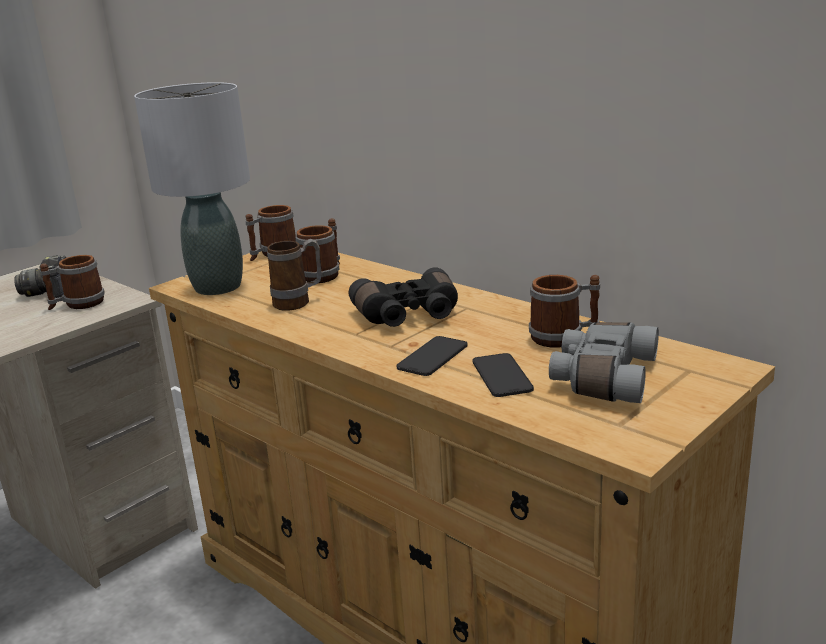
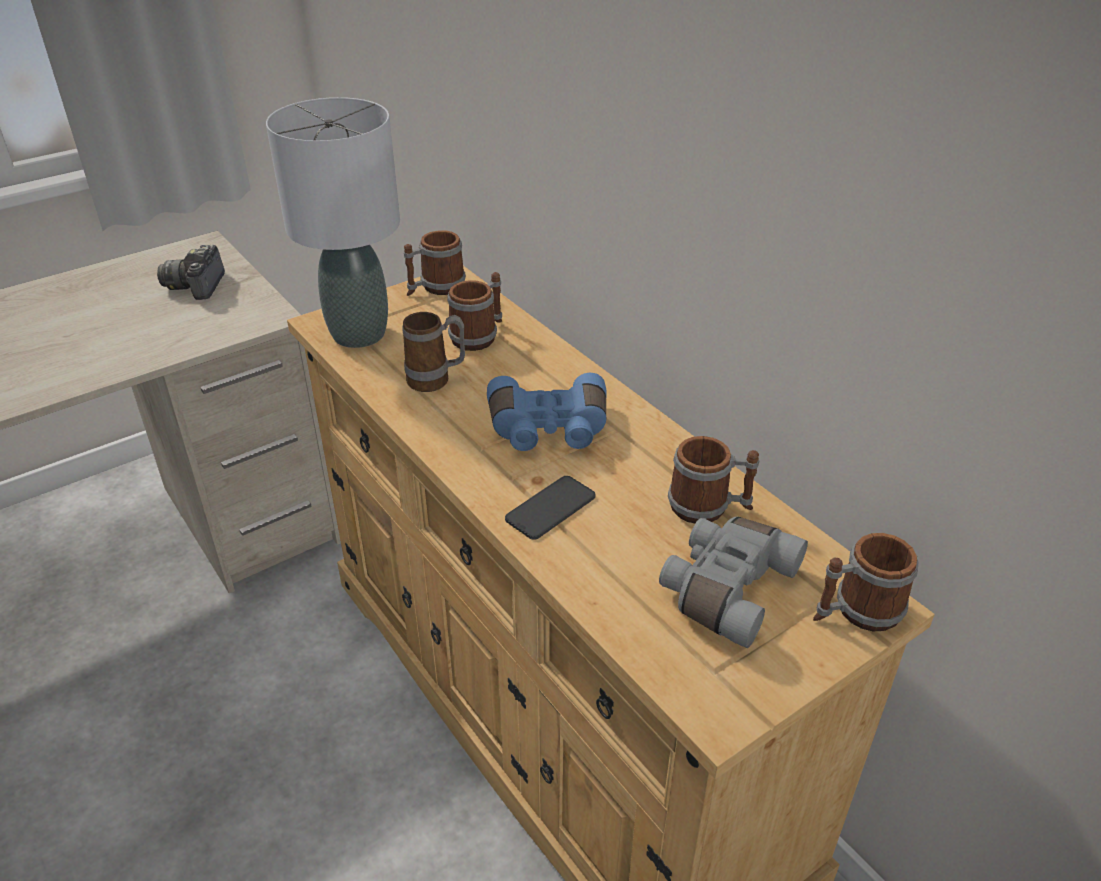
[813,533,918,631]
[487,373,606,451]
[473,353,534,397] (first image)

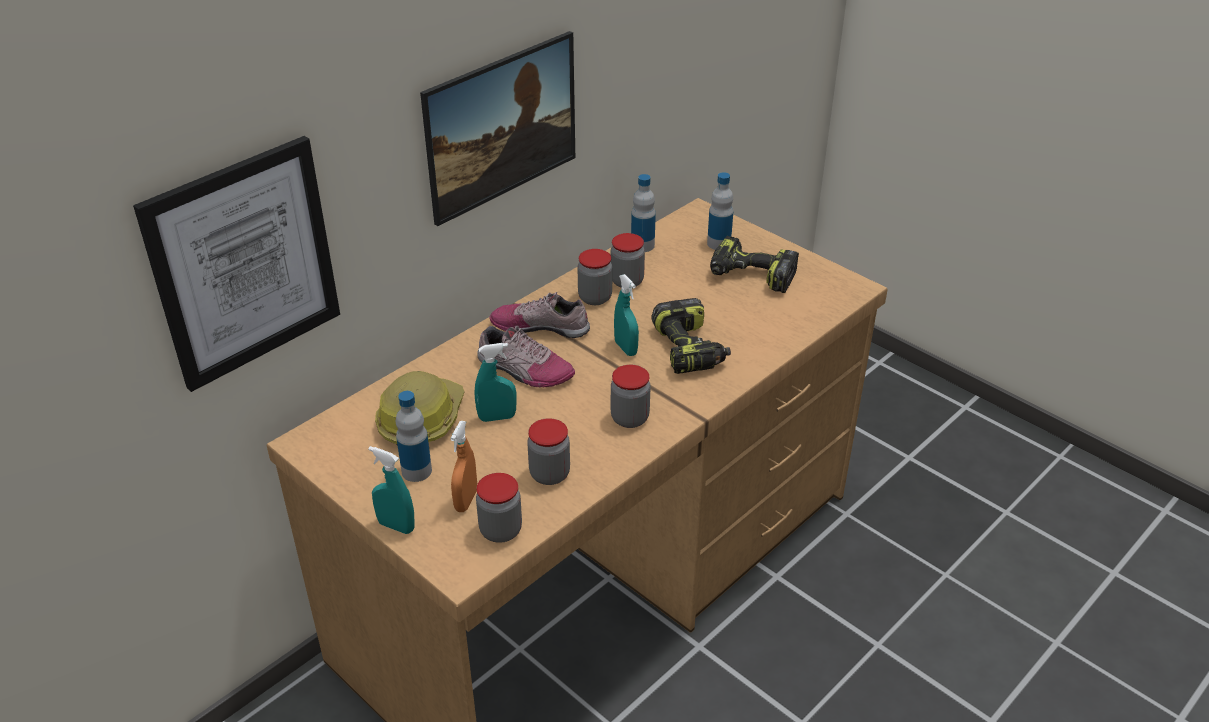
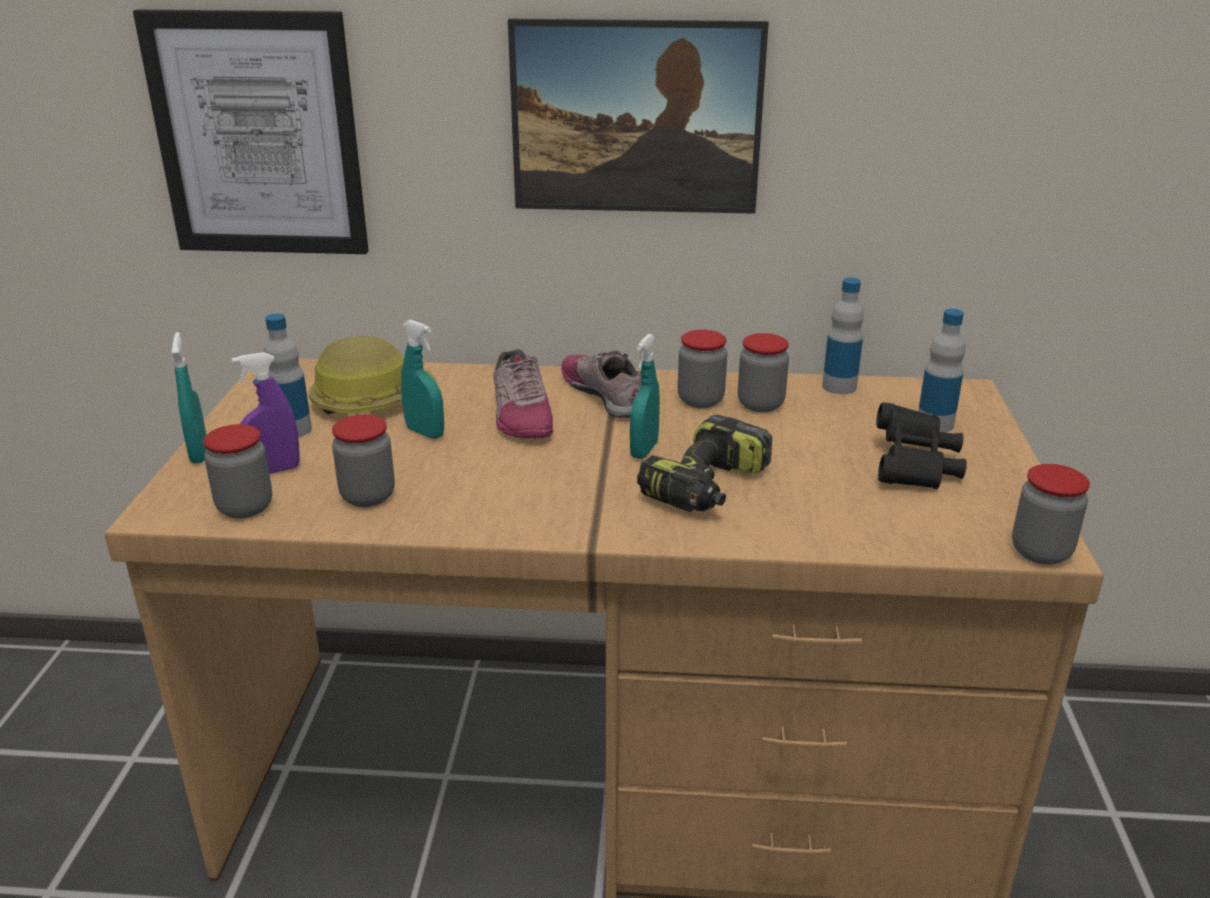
[876,402,967,489]
[1012,464,1090,565]
[232,352,300,474]

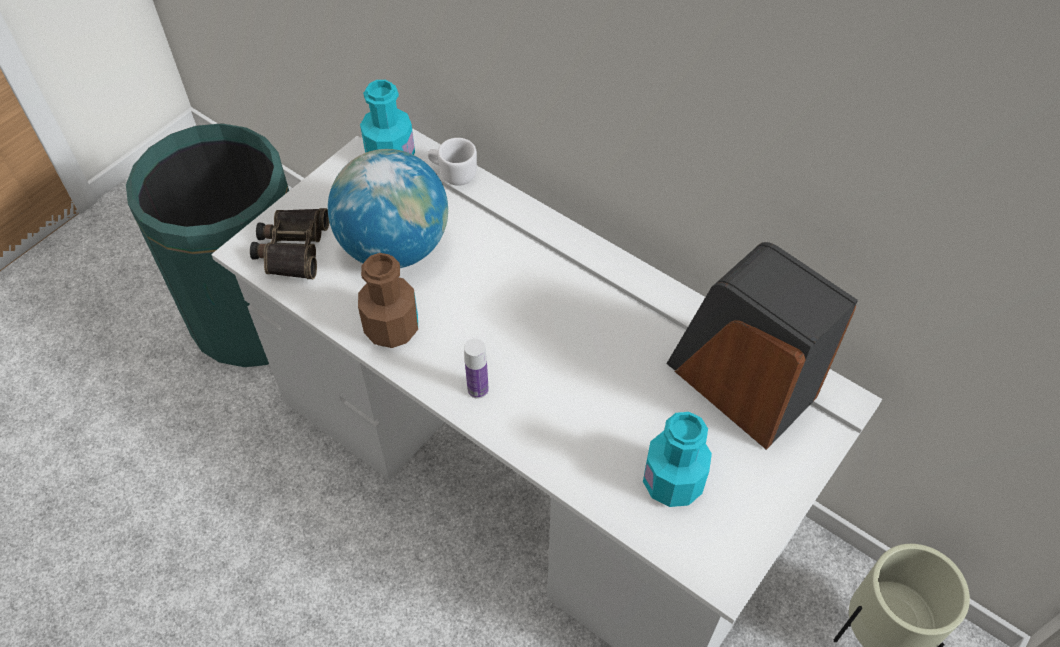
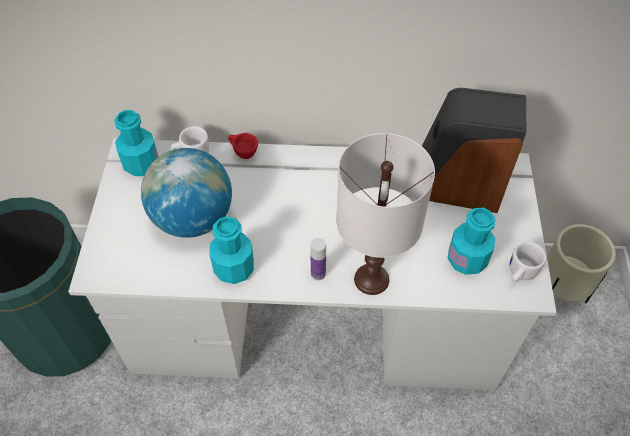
[250,208,329,279] (first image)
[210,216,254,284]
[228,133,258,159]
[336,133,435,295]
[509,242,546,282]

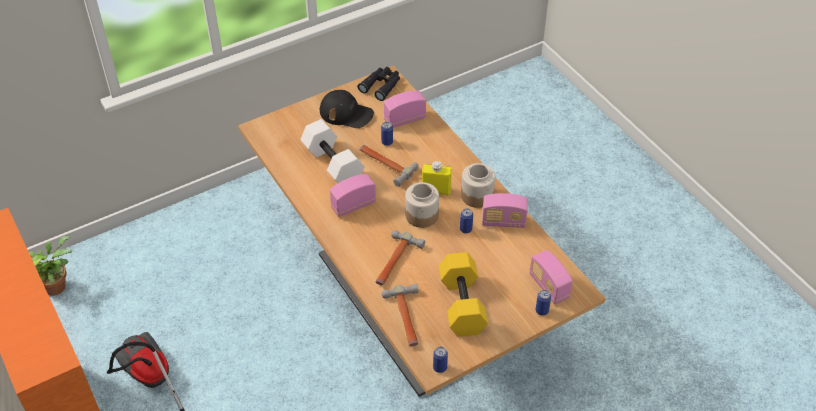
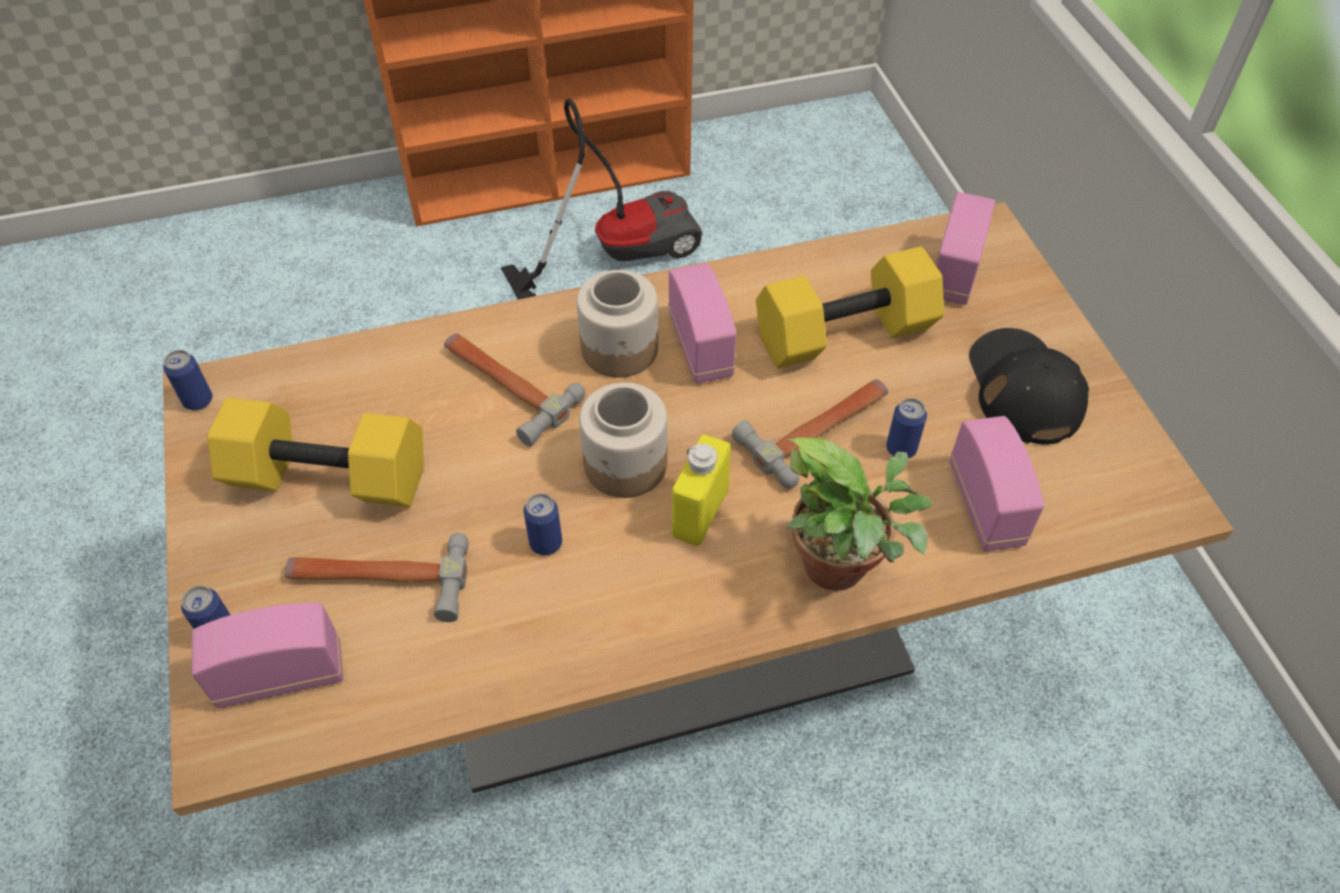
[358,67,400,101] (first image)
[969,328,1089,445]
[756,246,944,368]
[577,270,658,378]
[936,192,995,305]
[786,437,933,591]
[285,533,469,622]

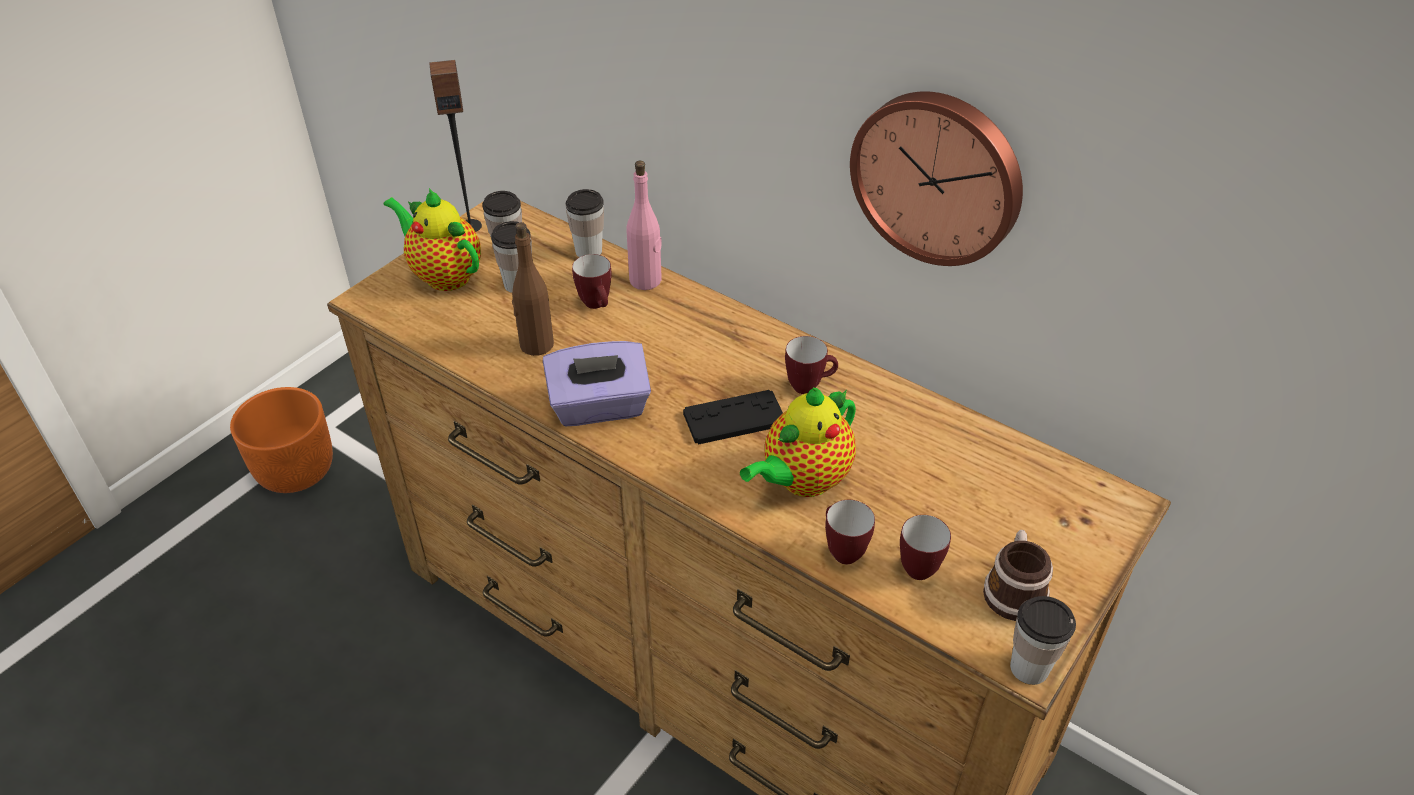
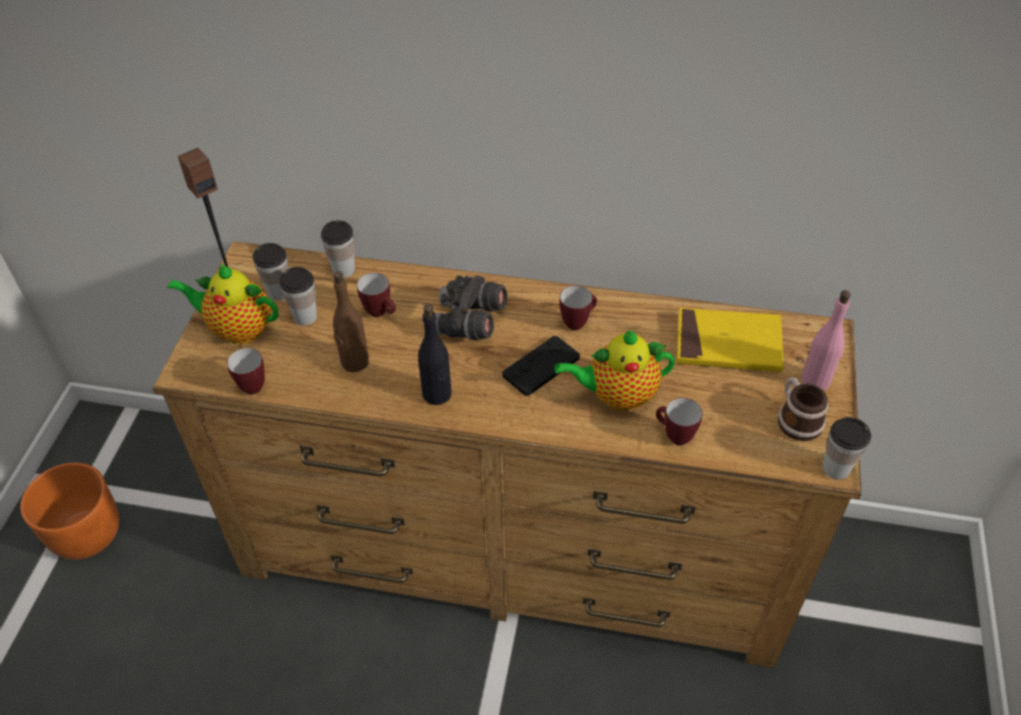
[850,91,1023,266] (first image)
[801,290,851,391]
[418,304,451,405]
[554,330,675,411]
[227,348,265,394]
[435,275,508,340]
[677,308,783,372]

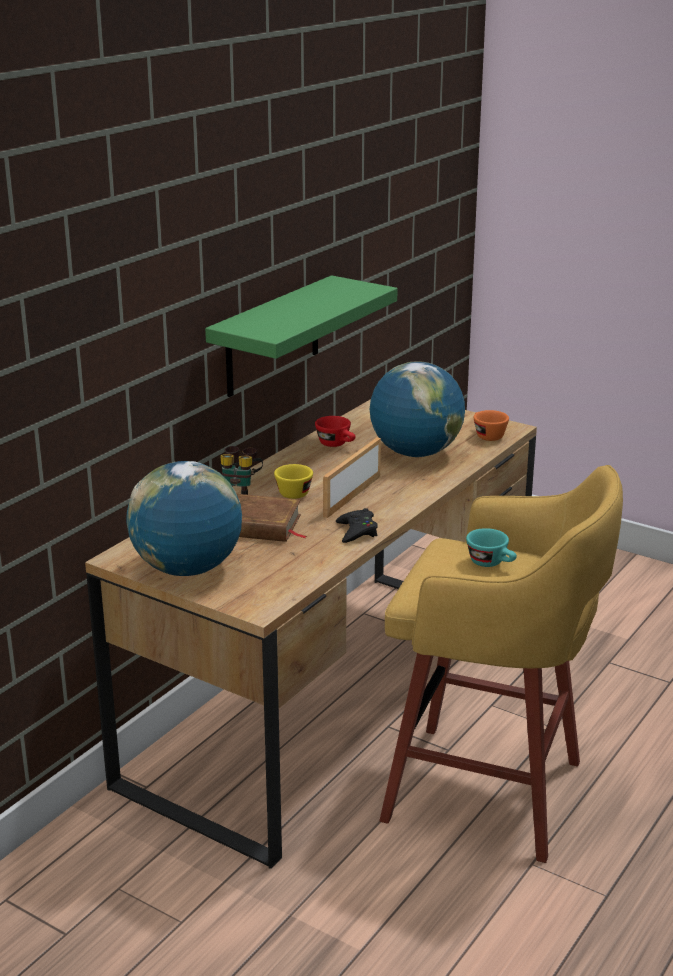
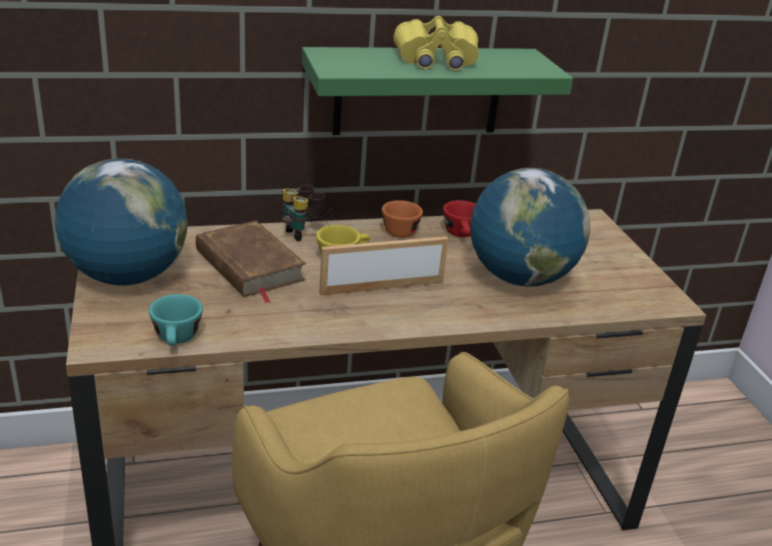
[382,200,423,238]
[336,508,378,543] (first image)
[149,294,203,346]
[393,16,479,71]

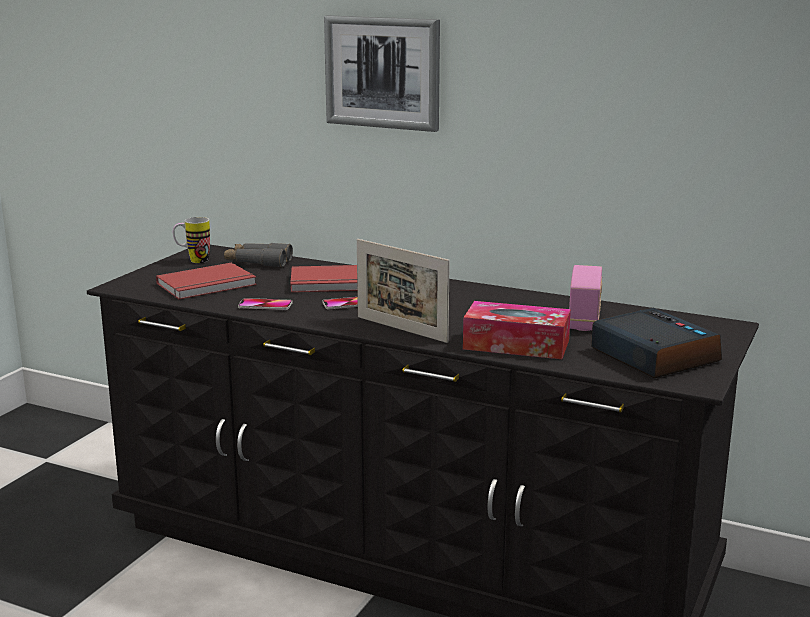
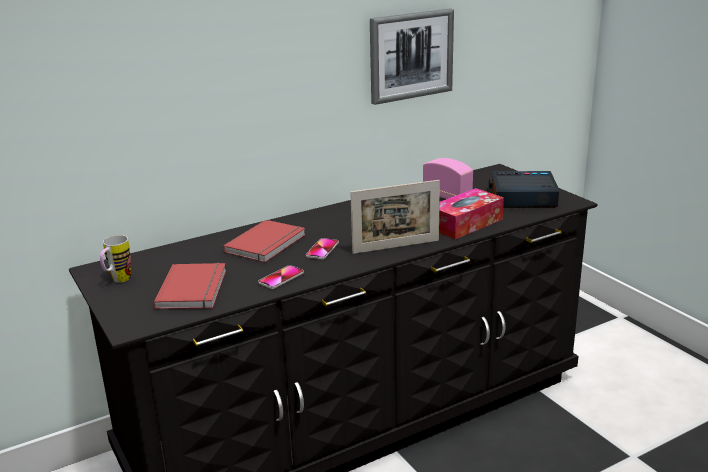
[370,9,454,105]
[224,243,293,267] (first image)

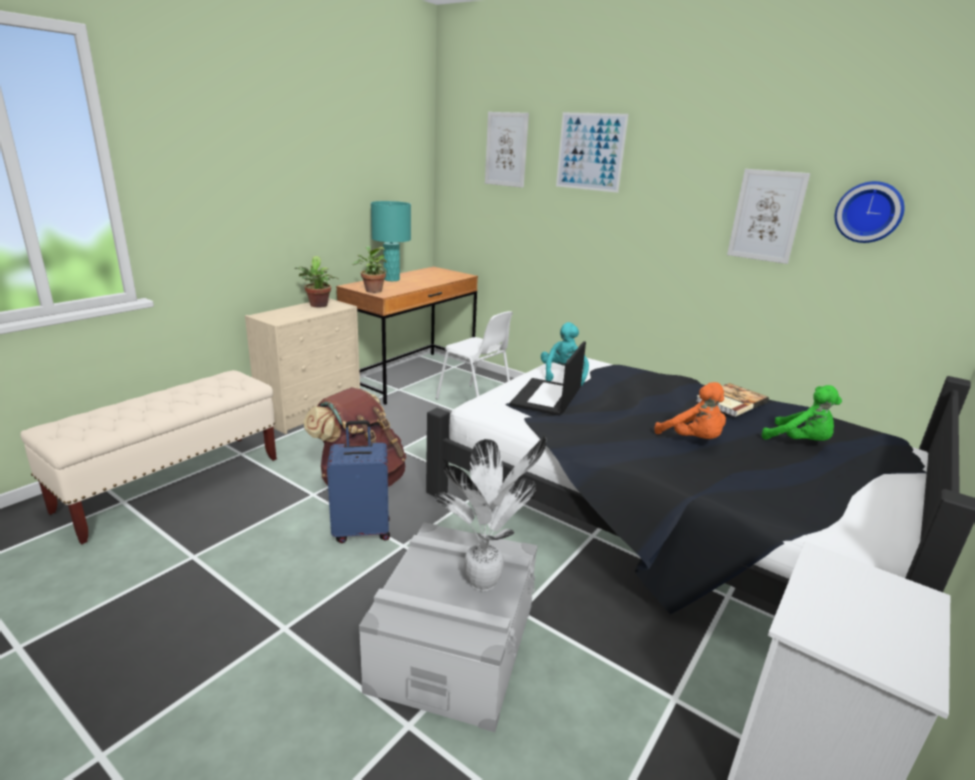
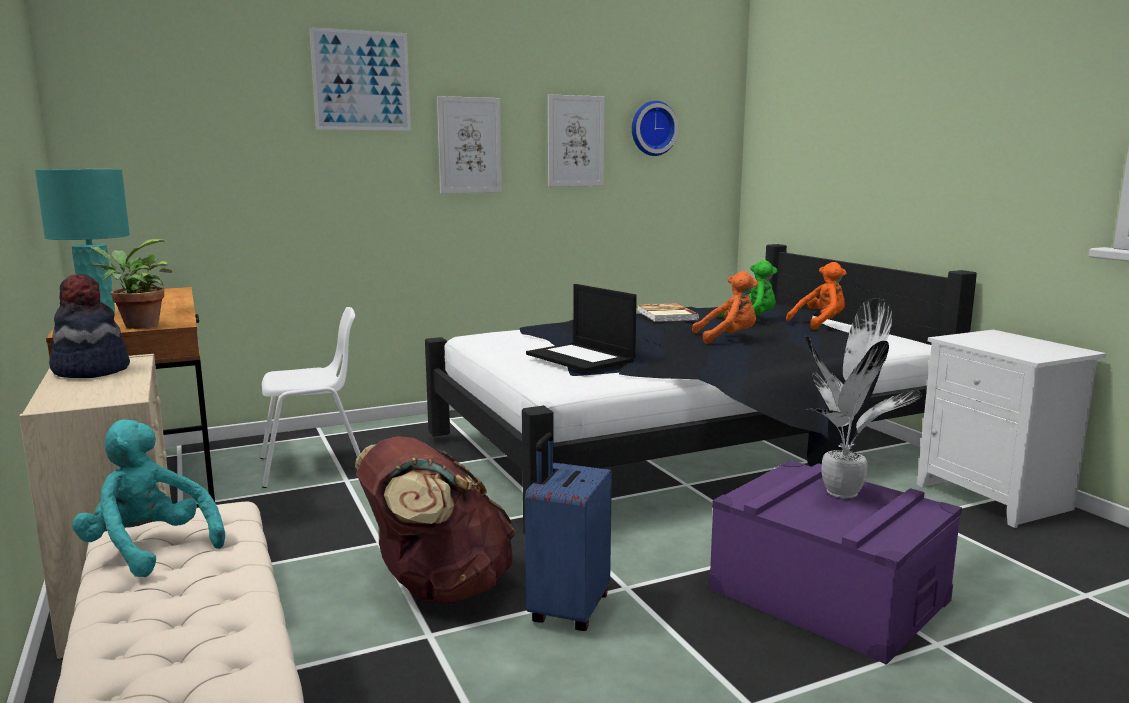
[437,96,502,194]
[49,274,130,378]
[72,419,225,577]
[709,460,962,665]
[786,262,846,330]

